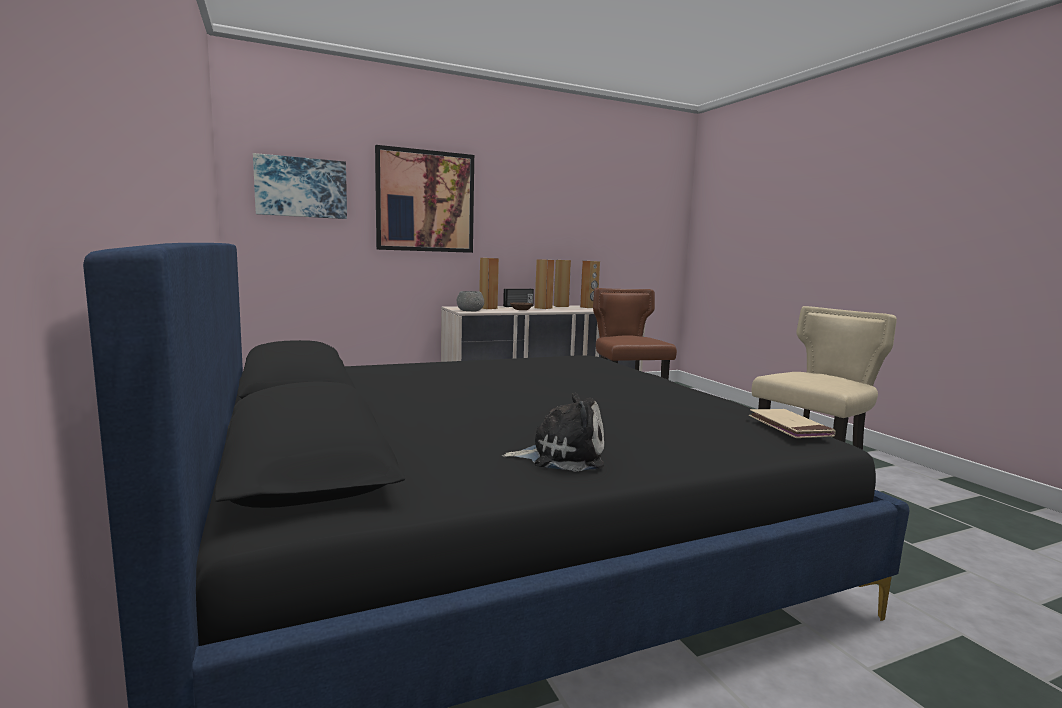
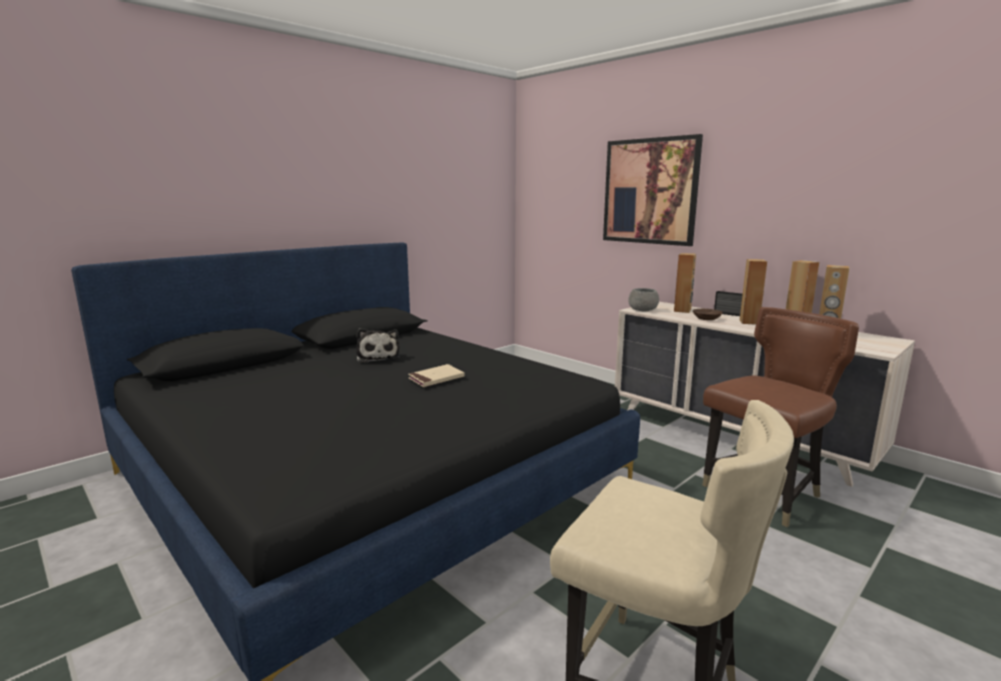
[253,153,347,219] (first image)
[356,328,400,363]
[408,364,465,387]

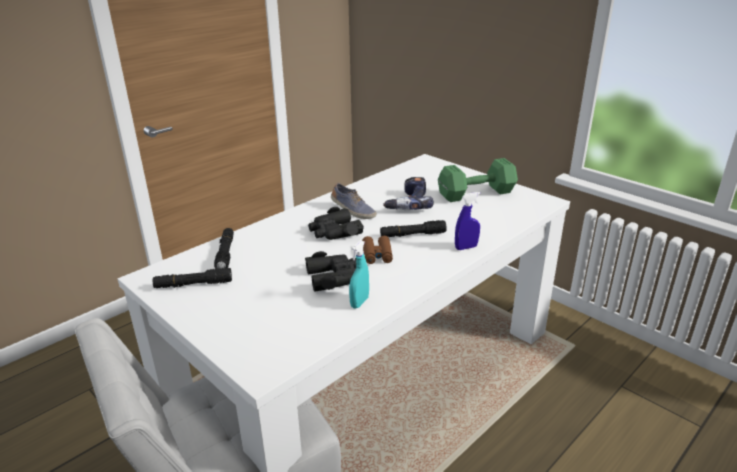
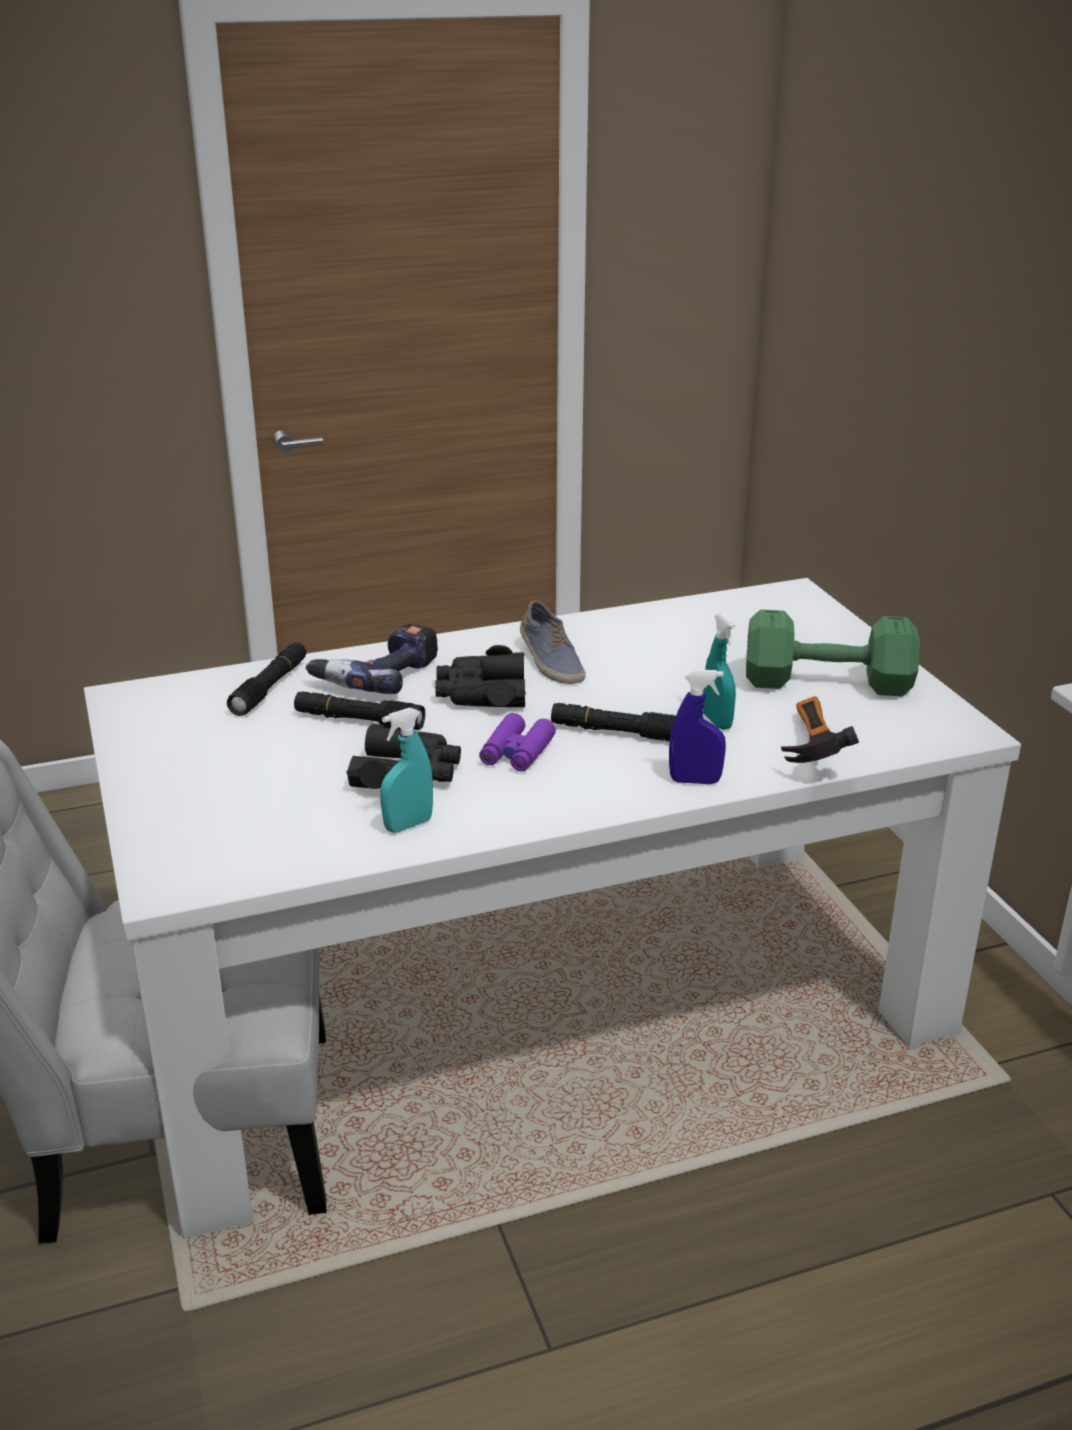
[306,624,438,694]
[479,713,556,771]
[294,691,425,730]
[703,613,736,730]
[781,696,859,763]

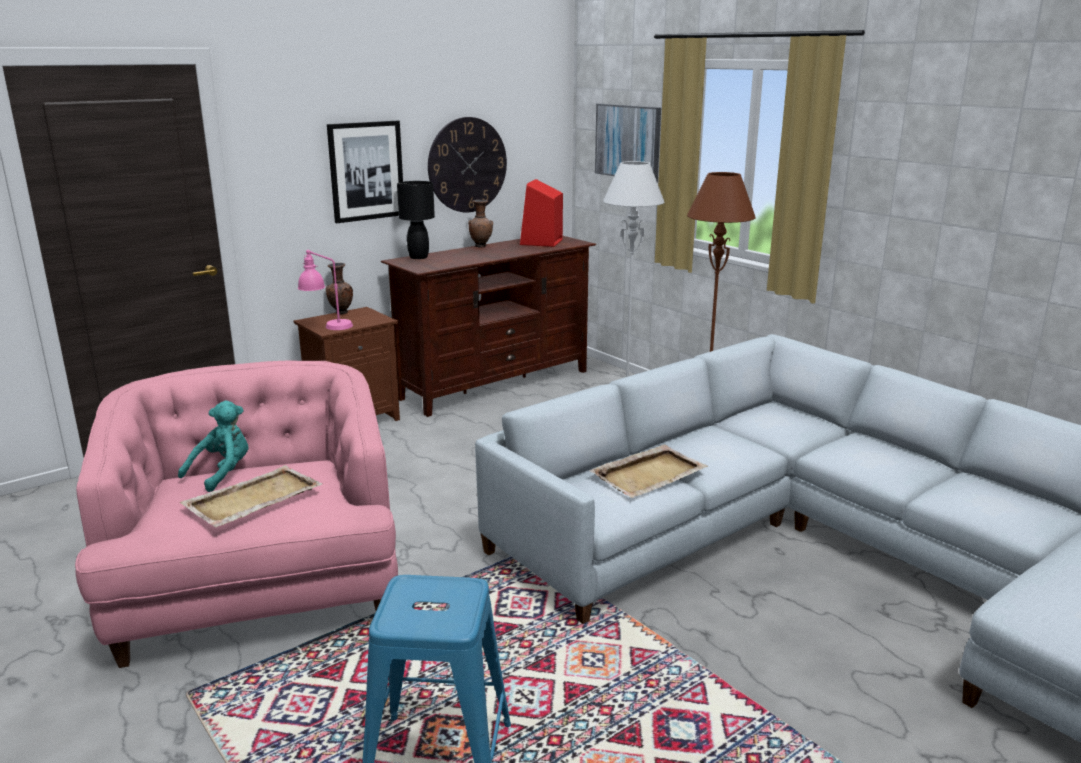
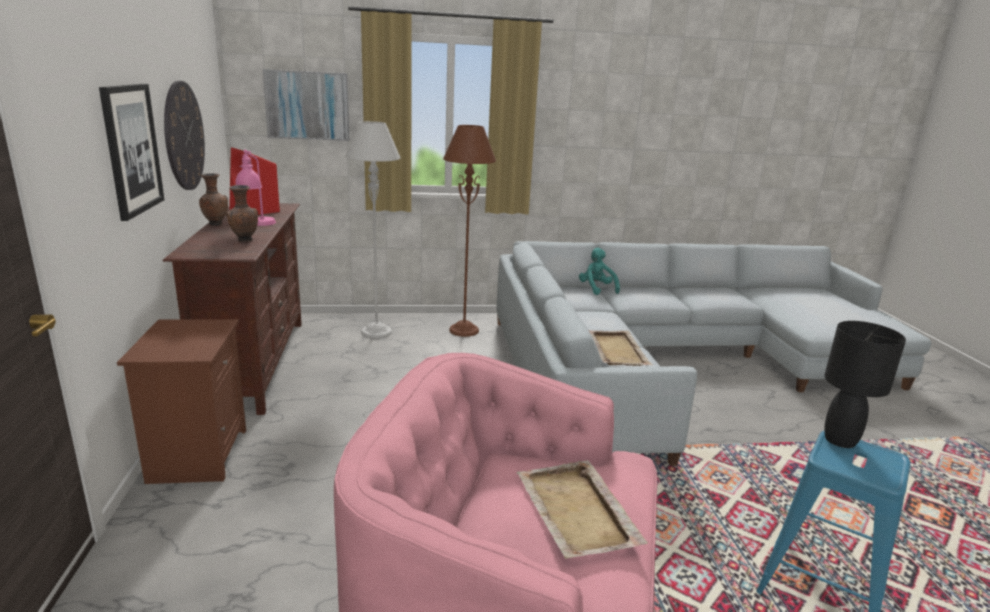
[824,321,906,448]
[235,150,276,226]
[226,185,258,242]
[579,248,620,295]

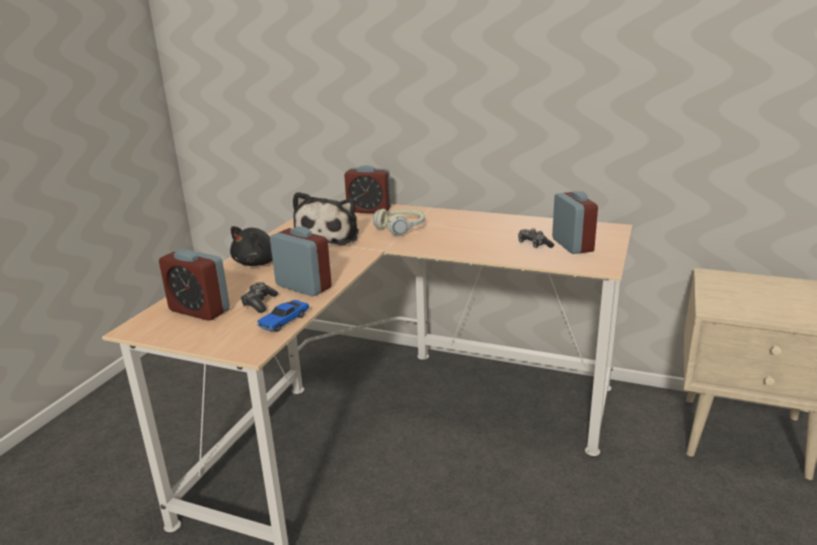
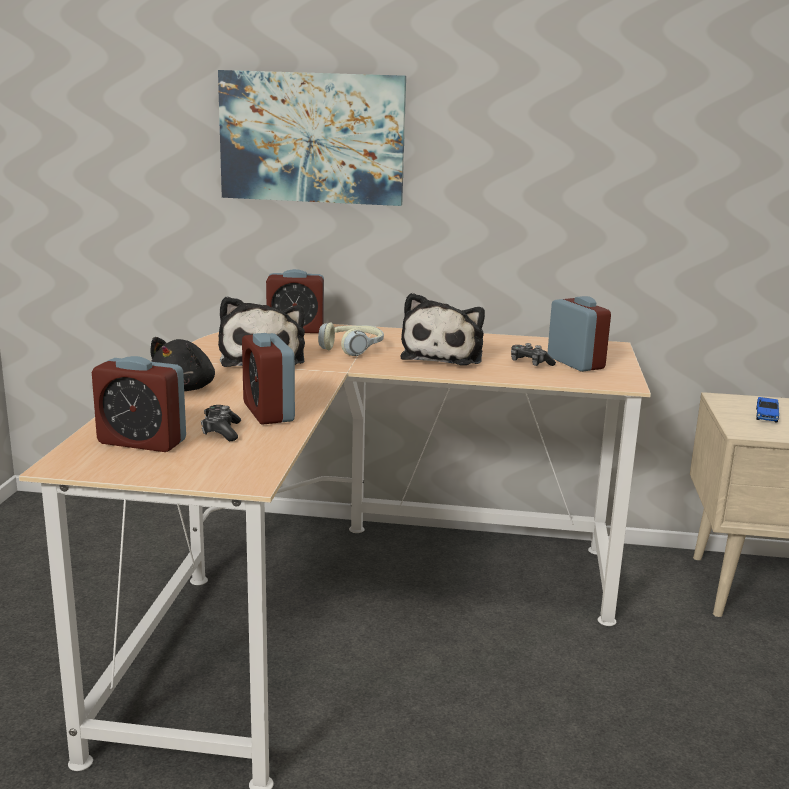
[242,333,295,425]
[756,397,779,423]
[218,70,406,206]
[401,293,485,365]

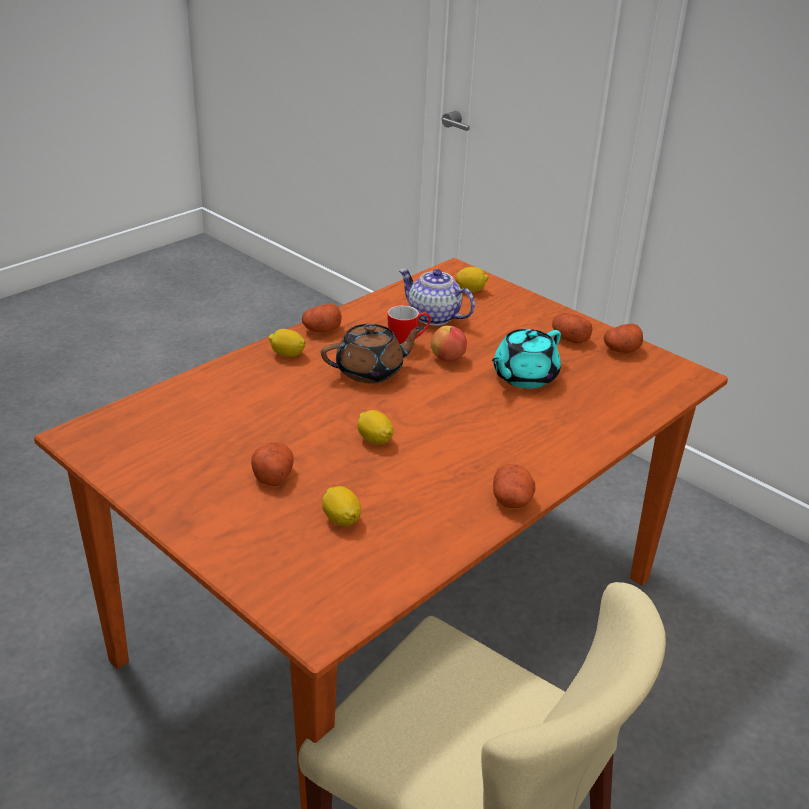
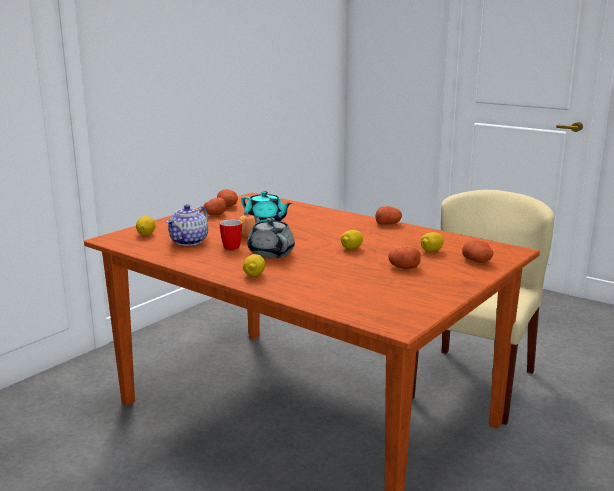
[462,240,493,263]
[247,216,295,258]

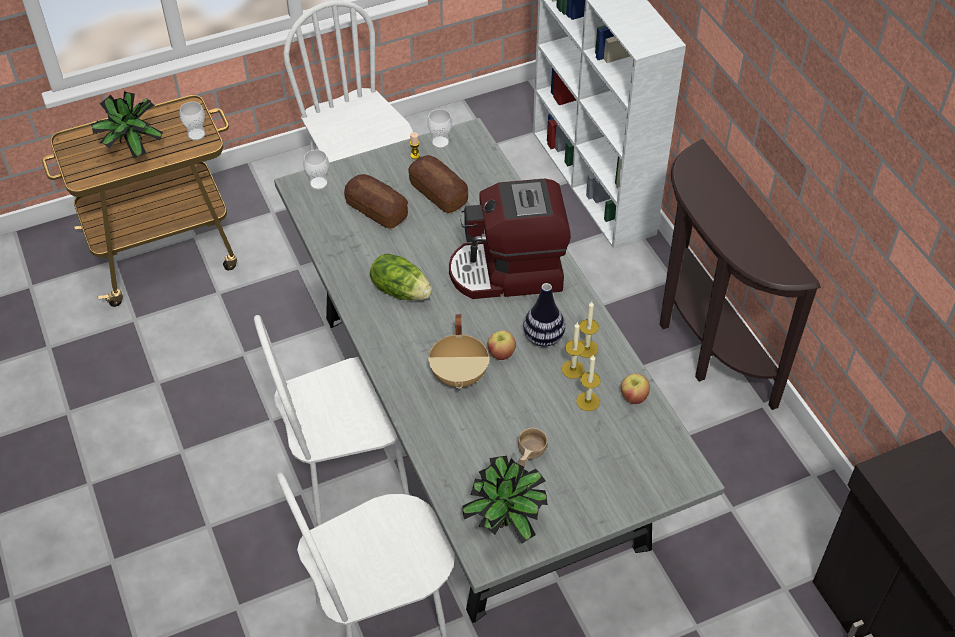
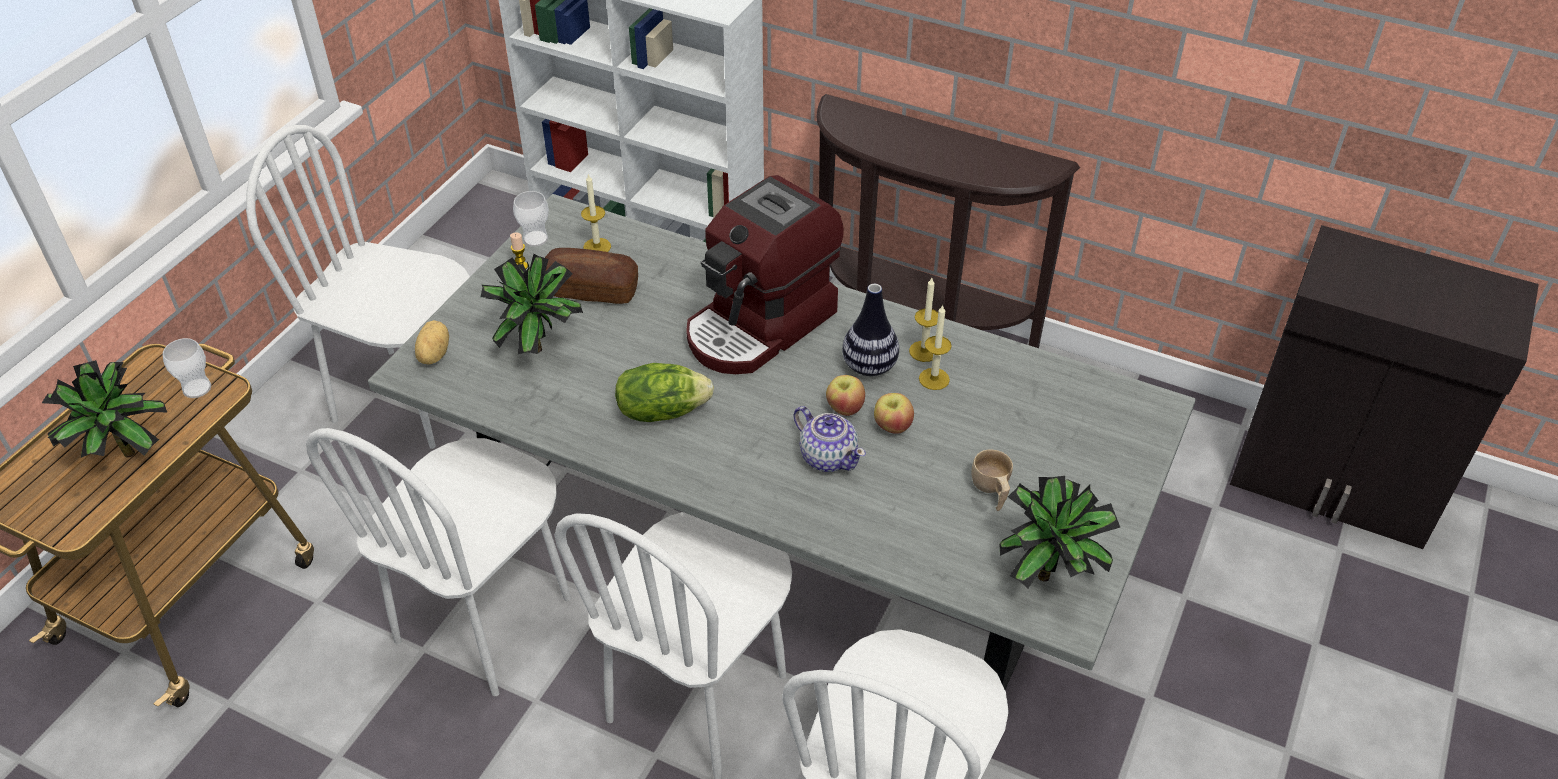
[415,320,449,365]
[481,254,583,354]
[794,406,866,472]
[581,173,611,252]
[874,393,914,434]
[306,428,571,696]

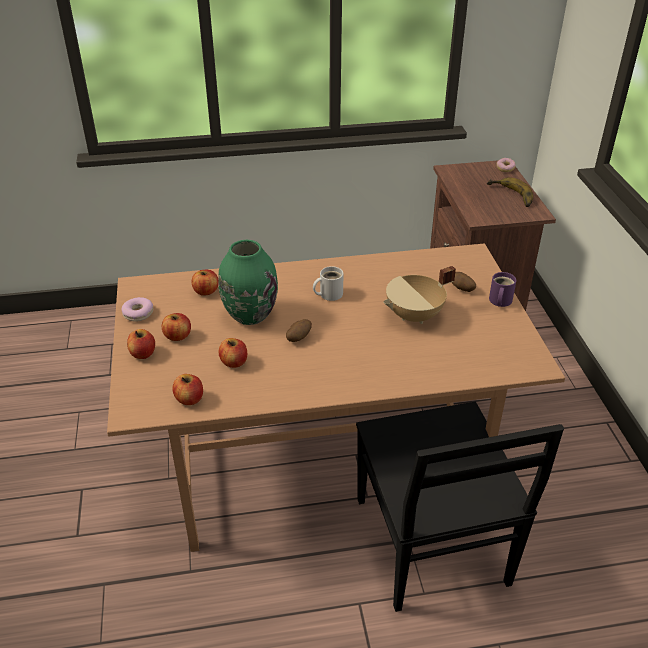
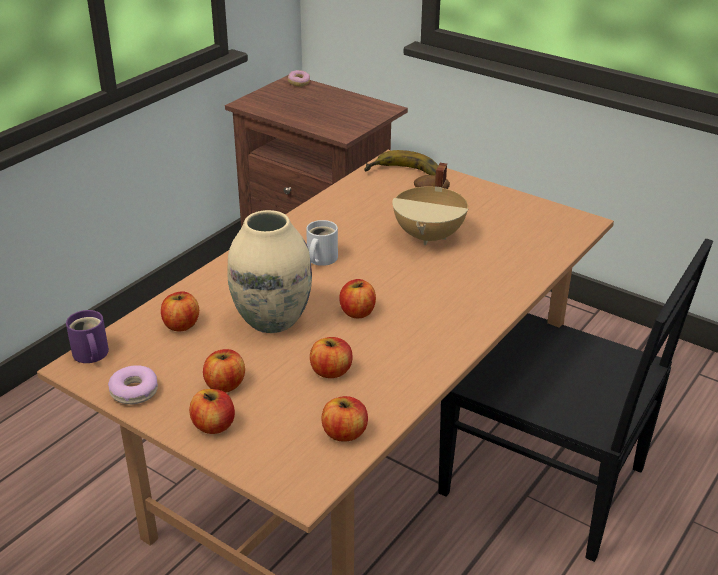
[364,150,438,176]
[228,210,312,333]
[66,310,109,363]
[339,279,376,318]

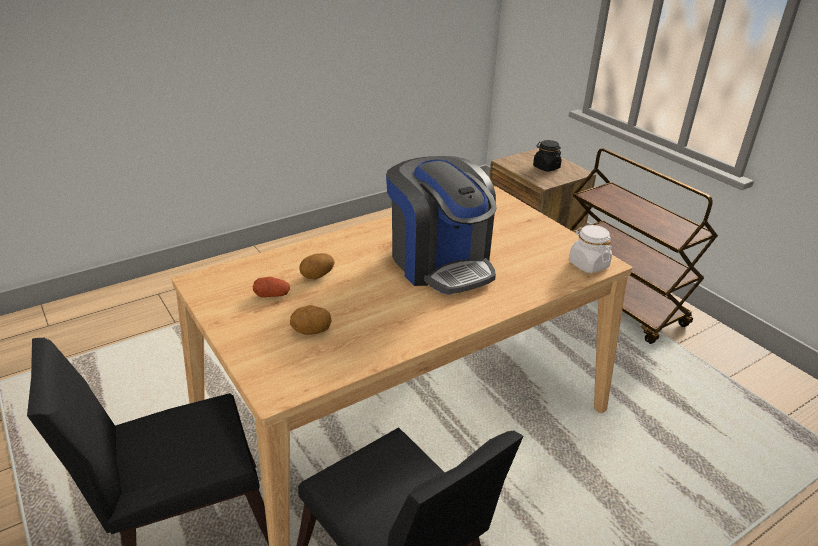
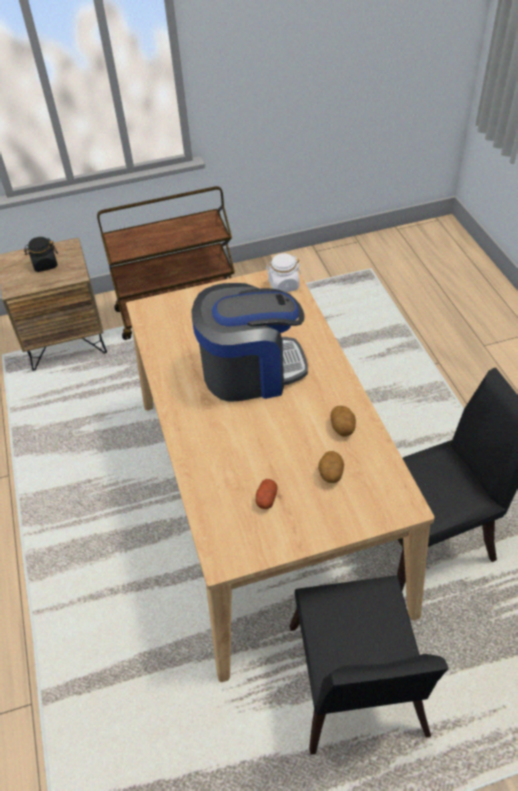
[331,406,356,437]

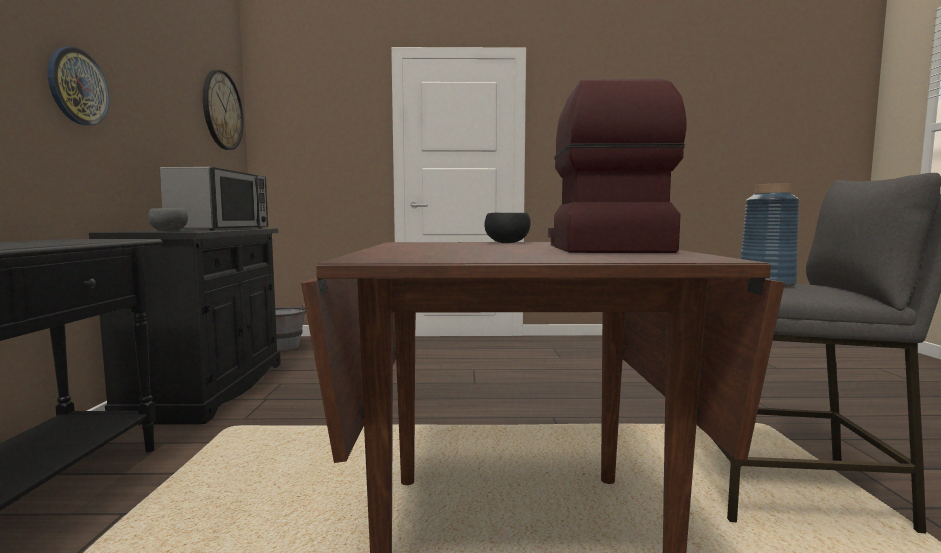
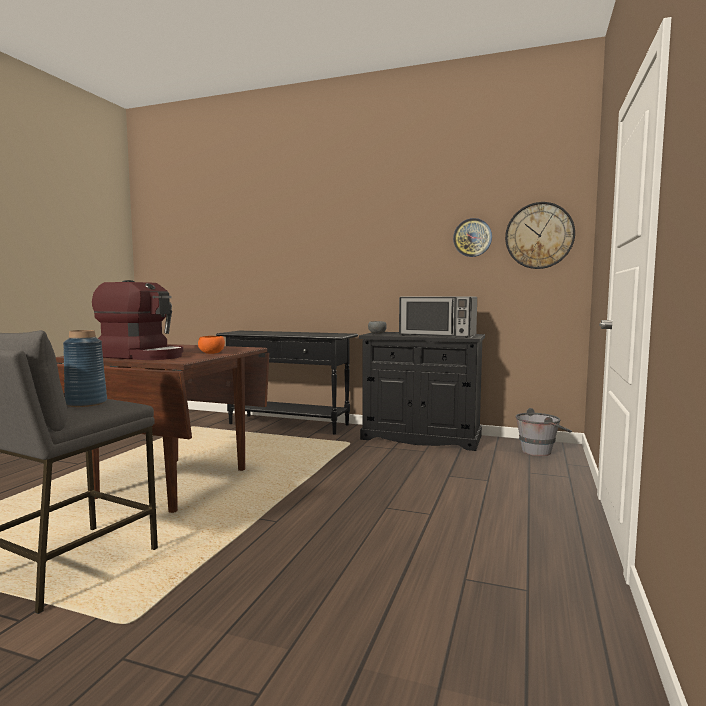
[453,218,492,257]
[198,336,225,354]

